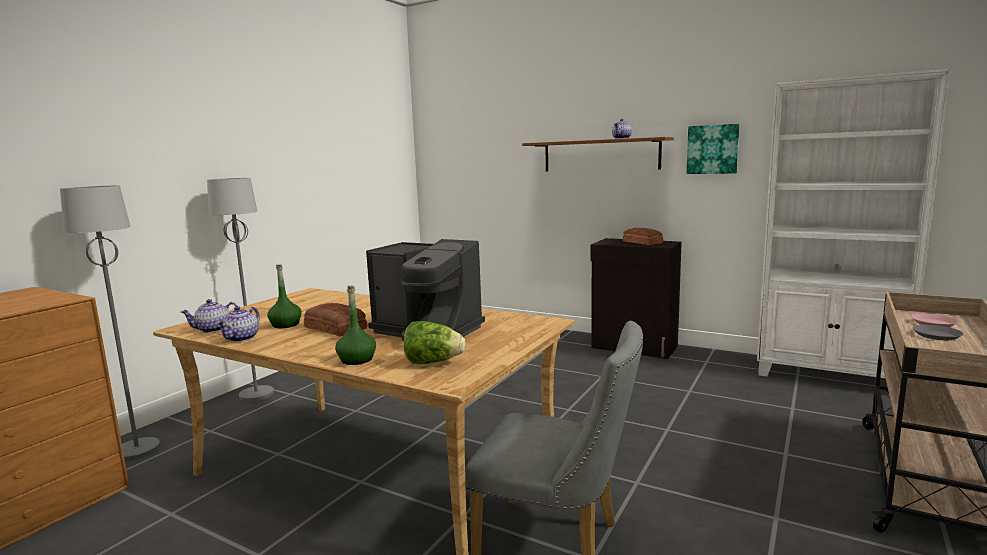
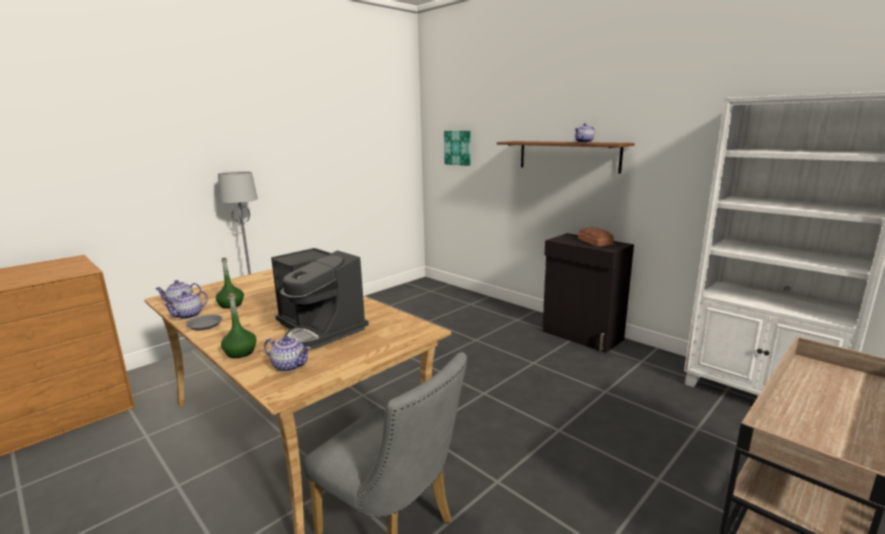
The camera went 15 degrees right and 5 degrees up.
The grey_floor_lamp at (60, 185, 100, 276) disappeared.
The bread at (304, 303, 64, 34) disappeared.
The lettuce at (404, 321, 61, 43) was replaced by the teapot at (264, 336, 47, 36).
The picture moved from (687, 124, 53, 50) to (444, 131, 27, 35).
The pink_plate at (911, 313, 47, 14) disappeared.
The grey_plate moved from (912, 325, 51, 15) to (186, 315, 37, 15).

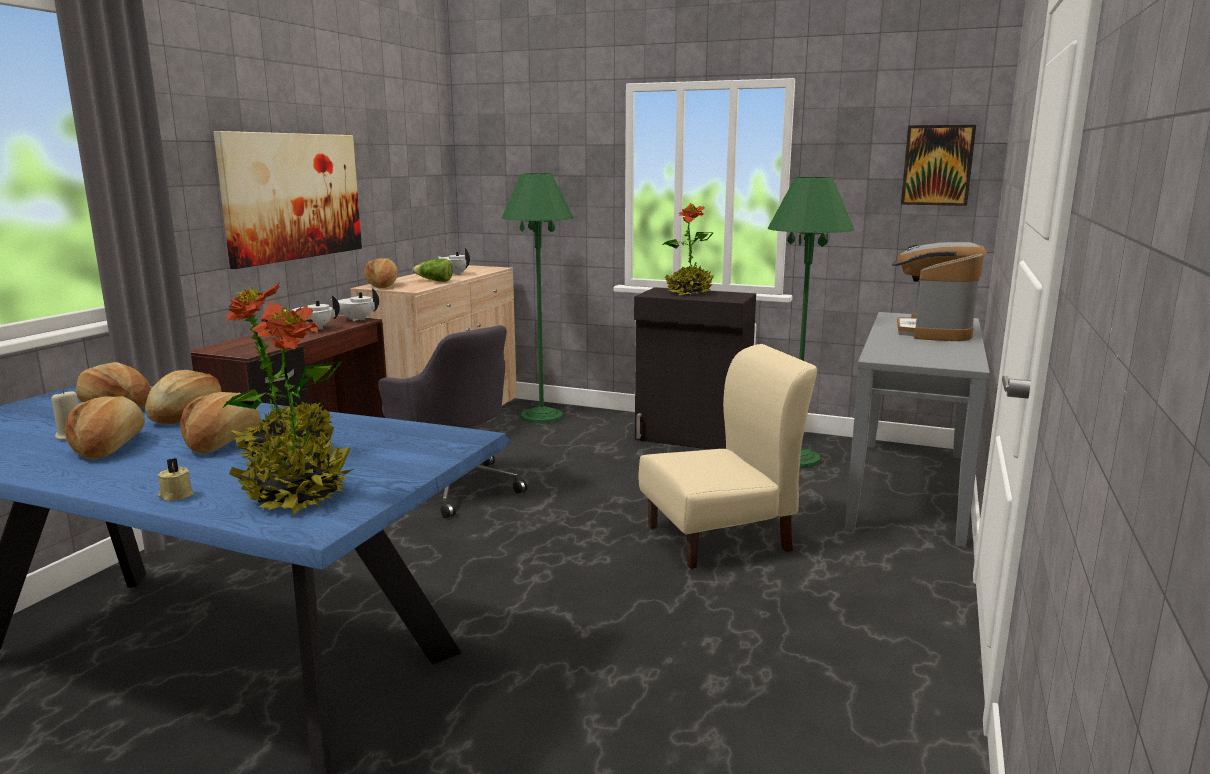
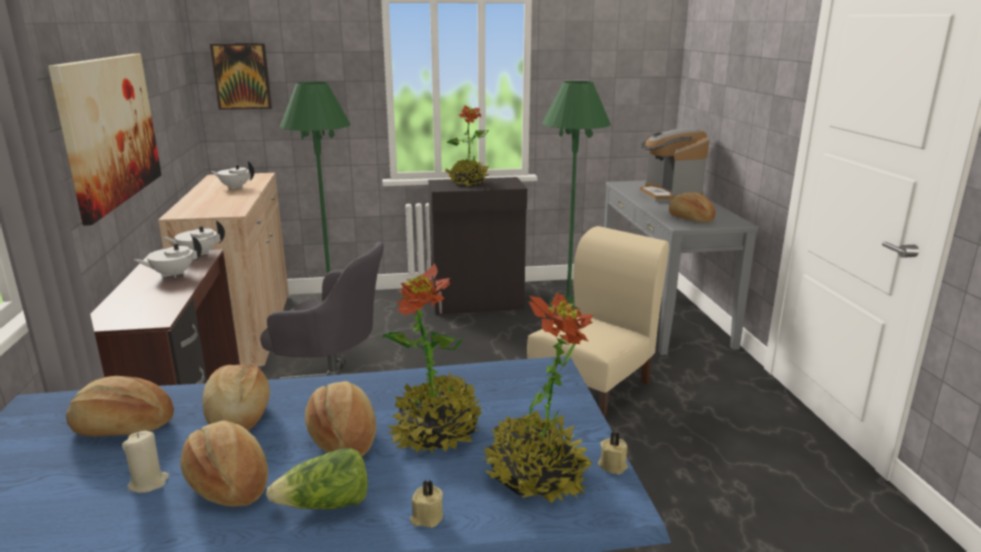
The camera went 30 degrees left and 5 degrees up.
The bread moved from (364, 258, 34, 30) to (669, 192, 46, 30).
The lettuce moved from (413, 258, 39, 24) to (266, 448, 102, 61).
The picture moved from (901, 125, 75, 81) to (210, 43, 62, 67).
The beige_candle at (598, 431, 30, 43) appeared.

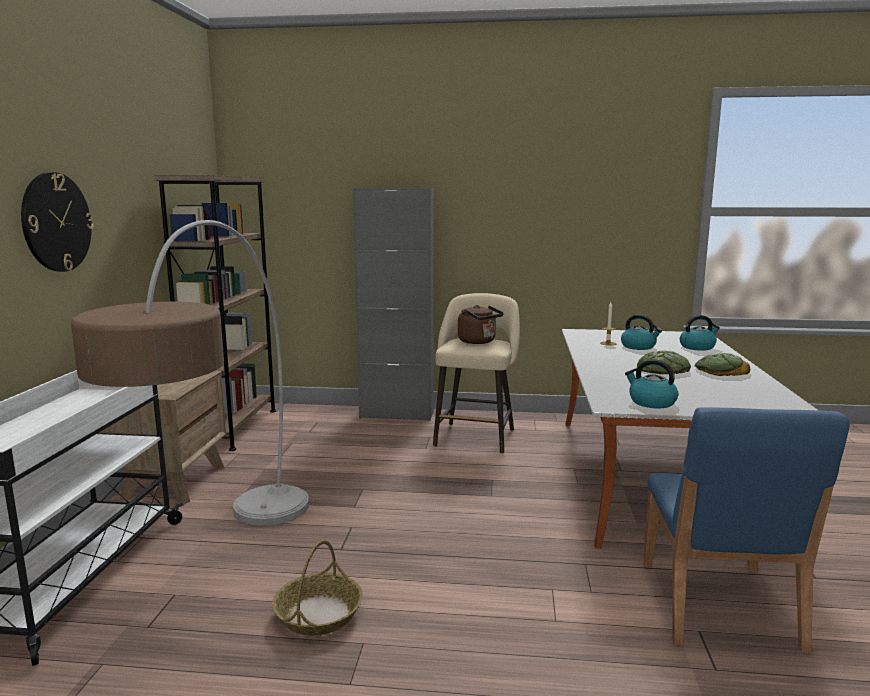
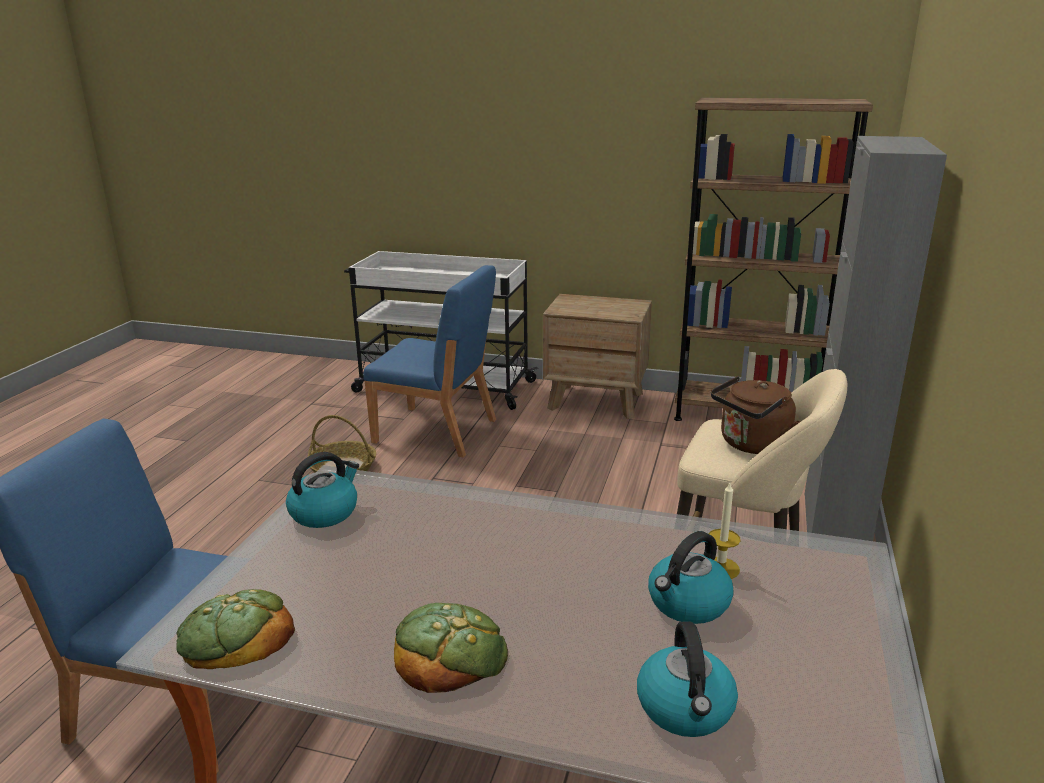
The camera went 100 degrees right and 10 degrees up.
The wall_clock at (21, 172, 73, 100) disappeared.
The floor_lamp at (71, 220, 238, 306) was replaced by the blue_chair at (363, 265, 133, 193).
The bread moved from (637, 350, 54, 24) to (176, 589, 119, 80).

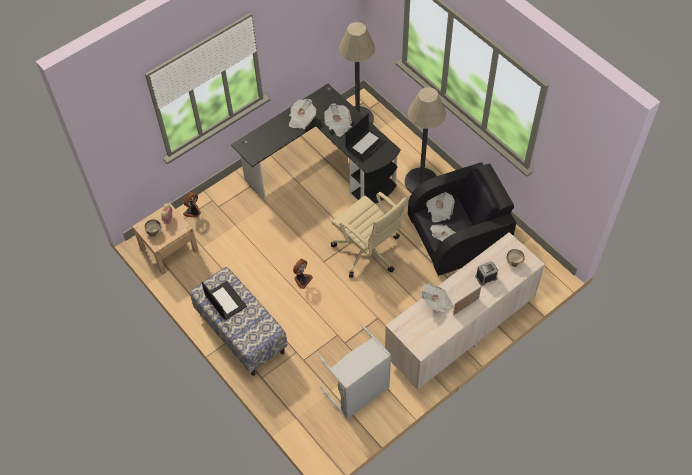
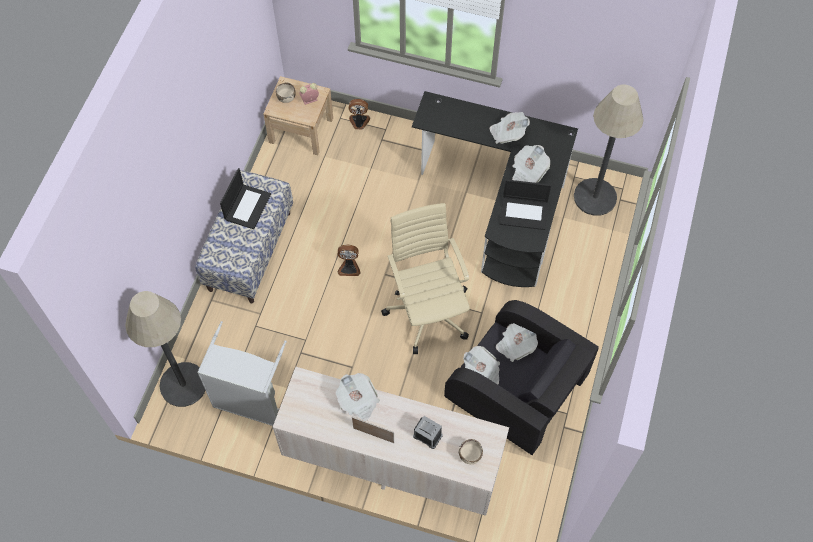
The camera went 55 degrees right and 5 degrees up.
The beige_office_chair at (331, 192, 77, 86) turned 150 degrees clockwise.
The floor_lamp moved from (405, 87, 41, 106) to (125, 291, 81, 116).

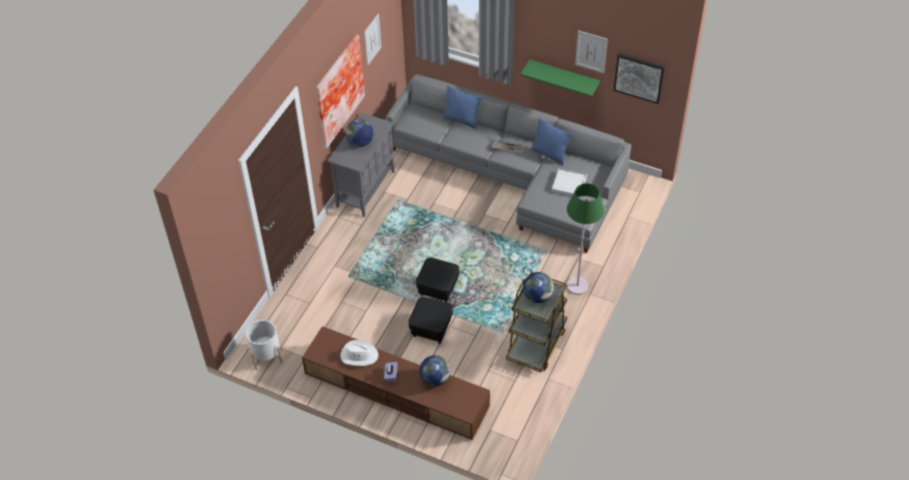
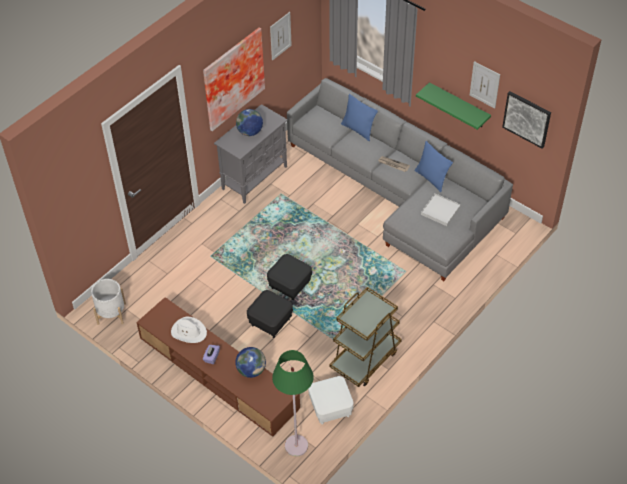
The camera went 15 degrees right and 0 degrees up.
The globe at (523, 272, 31, 31) disappeared.
The green_floor_lamp moved from (567, 183, 37, 112) to (272, 350, 42, 107).
The white_ottoman at (308, 376, 46, 48) appeared.

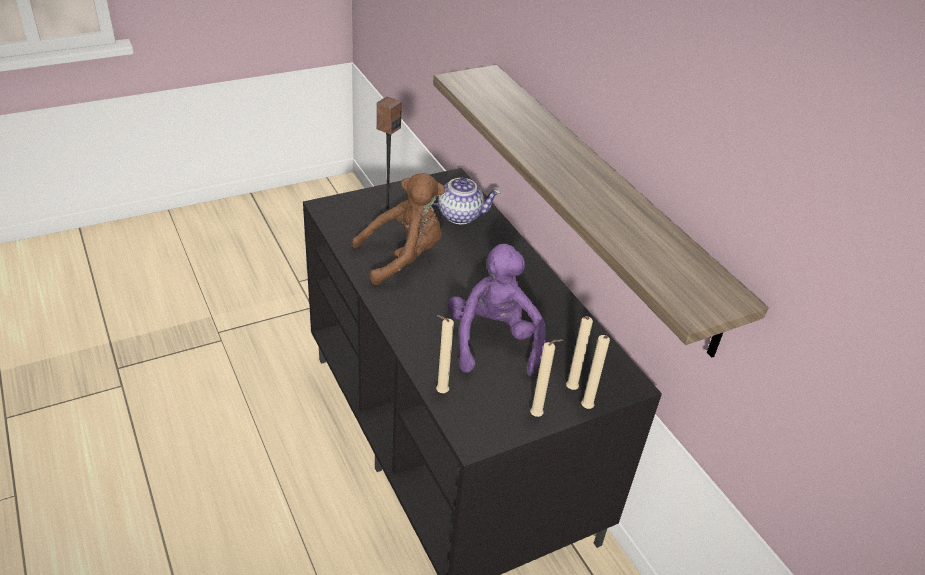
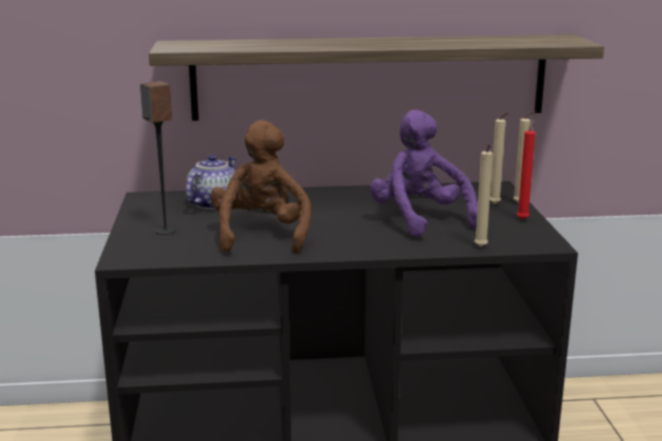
The camera went 65 degrees left and 20 degrees down.
The purple_plush_toy at (448, 244, 98, 132) turned 45 degrees clockwise.
The beige_candle at (530, 339, 33, 78) became the red_candle at (517, 120, 18, 100).

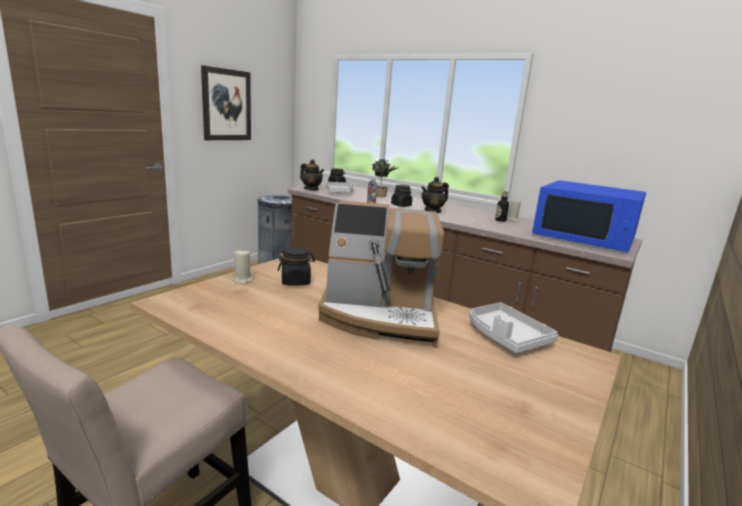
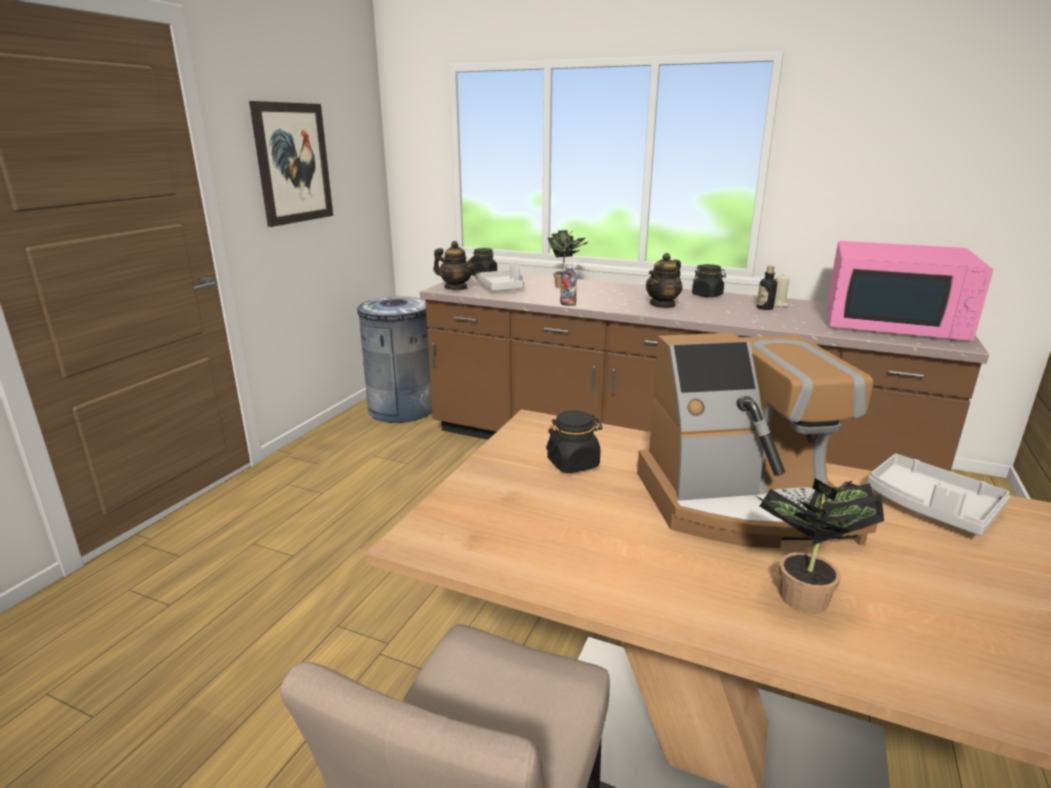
The camera went 10 degrees left and 5 degrees up.
The beige_candle at (233, 249, 20, 35) disappeared.
The black_jar moved from (391, 185, 21, 22) to (692, 264, 34, 33).
The blue_microwave at (532, 180, 114, 72) became the pink_microwave at (828, 241, 165, 100).
The potted_plant at (754, 478, 130, 136) appeared.

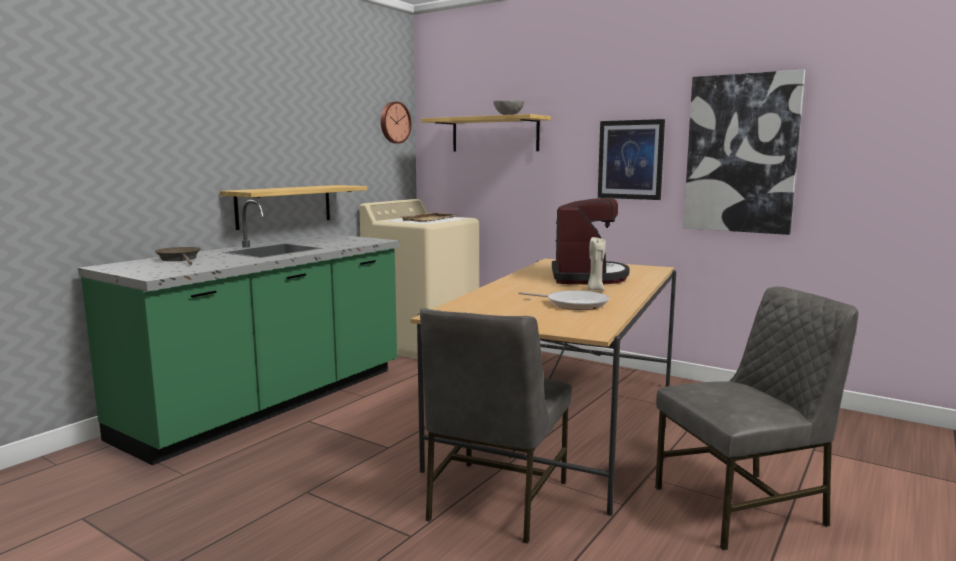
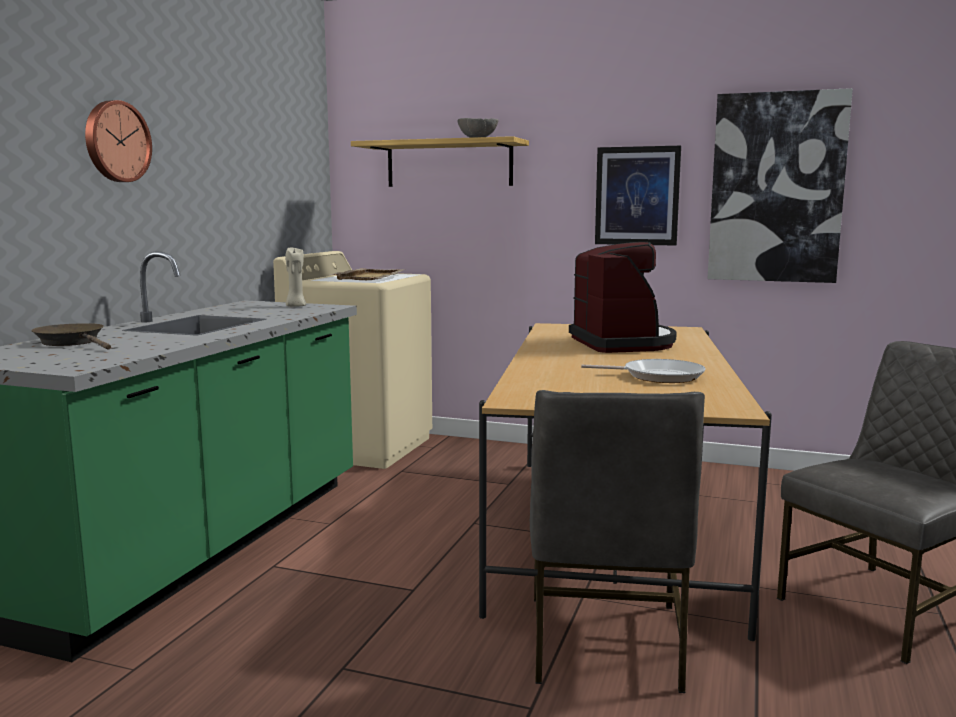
The camera went 15 degrees left and 0 degrees up.
The shelf at (220, 185, 147, 45) disappeared.
The wall_clock moved from (381, 102, 31, 42) to (85, 100, 67, 82).
The beige_candle moved from (587, 237, 19, 54) to (285, 248, 21, 59).

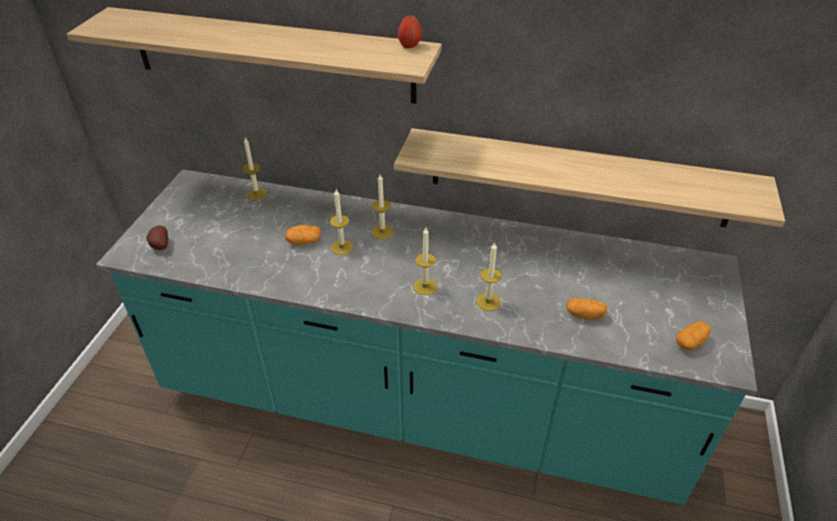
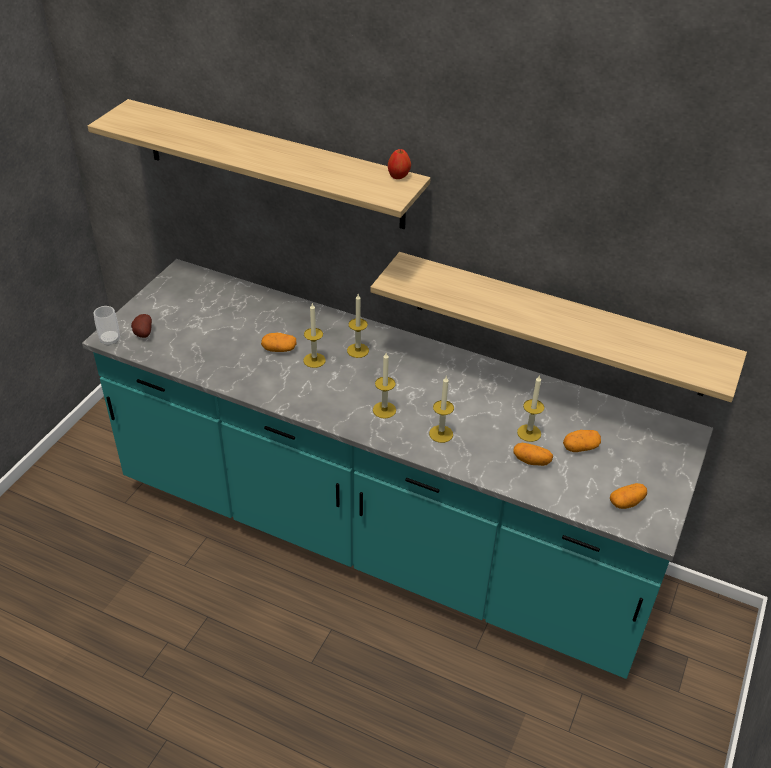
The camera went 10 degrees right and 0 degrees up.
The candle moved from (242, 138, 25, 62) to (517, 376, 27, 66).
The cup at (94, 306, 26, 40) appeared.
The potato at (563, 430, 38, 22) appeared.

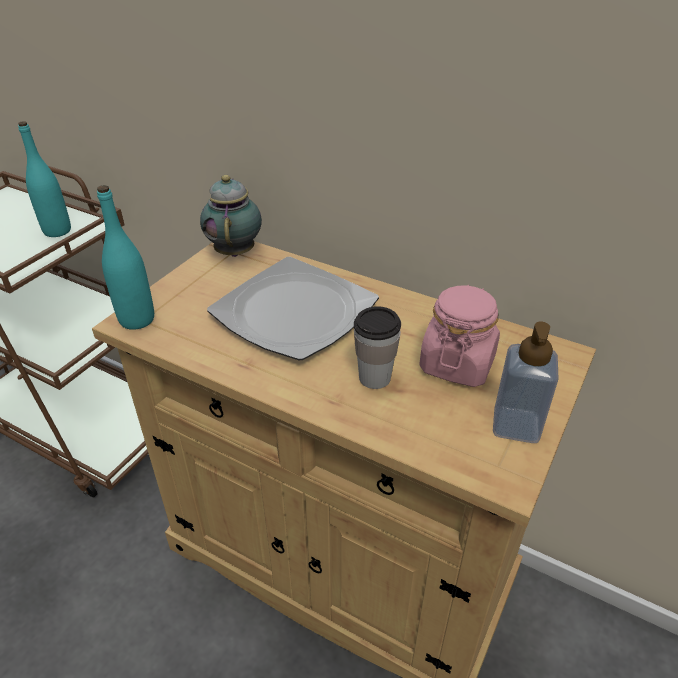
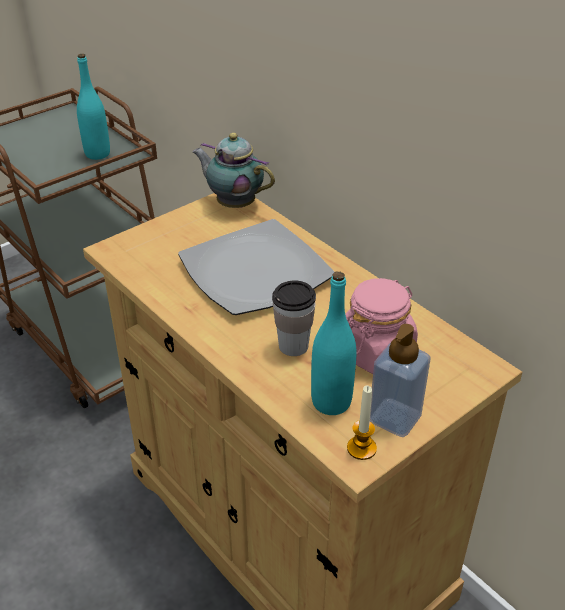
The camera went 20 degrees right and 0 degrees up.
The turquoise_bottle moved from (97, 185, 57, 145) to (311, 272, 45, 143).
The teapot at (200, 175, 62, 82) turned 75 degrees counterclockwise.
The candle at (347, 386, 30, 74) appeared.

